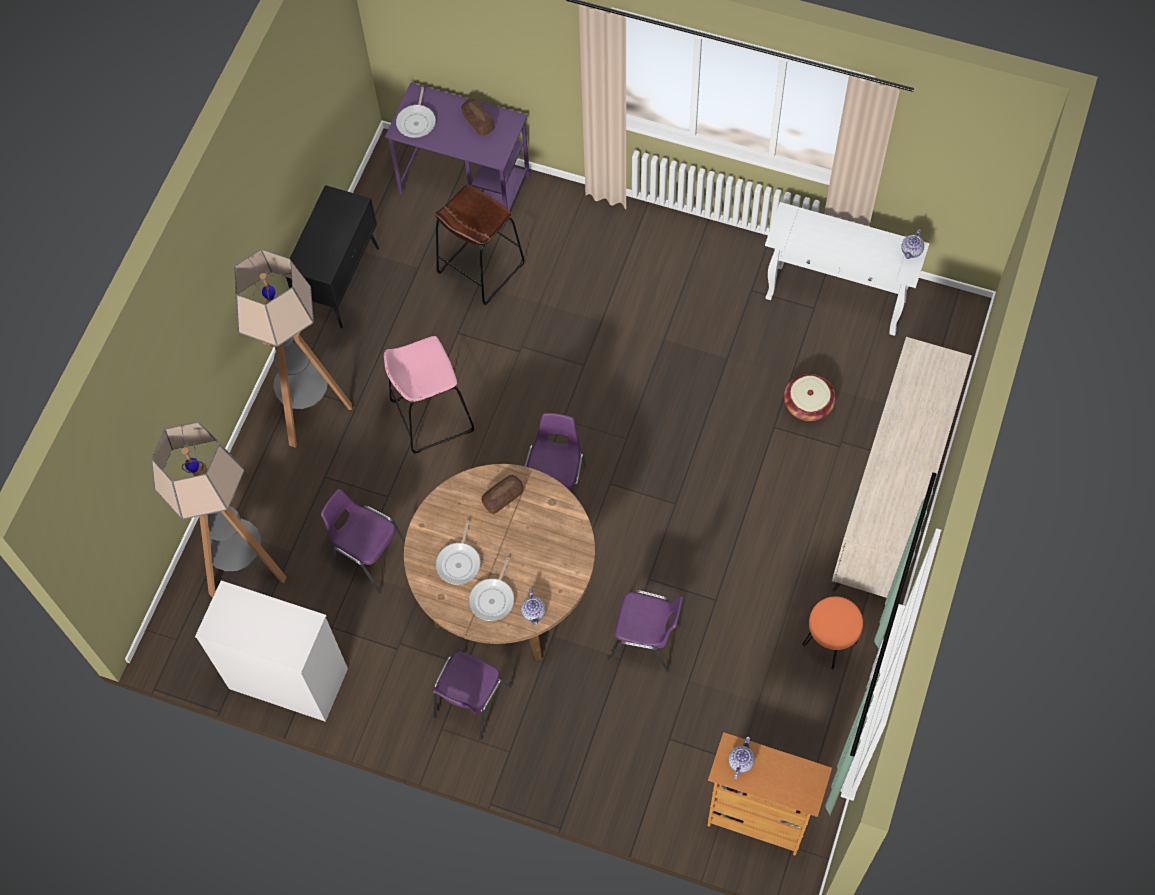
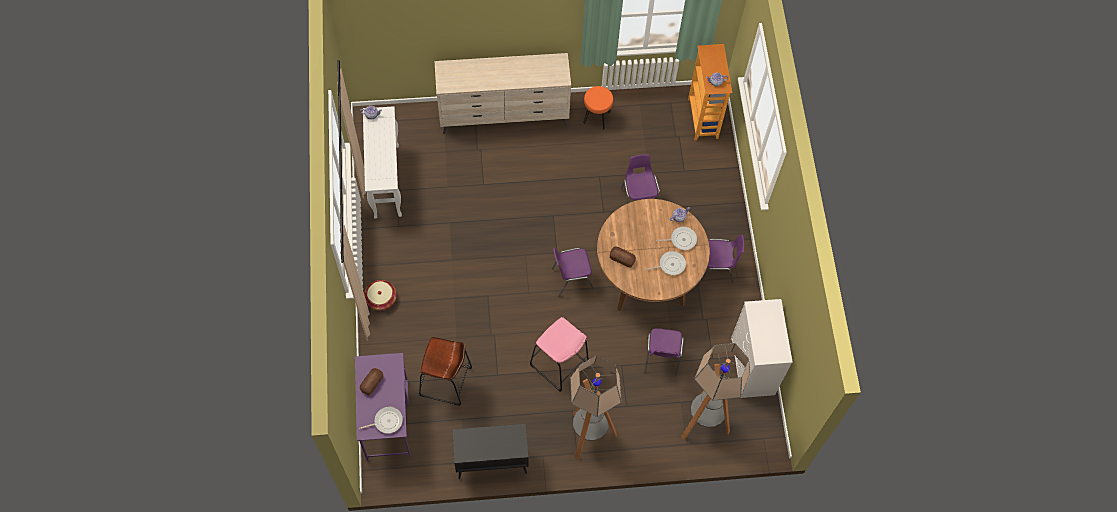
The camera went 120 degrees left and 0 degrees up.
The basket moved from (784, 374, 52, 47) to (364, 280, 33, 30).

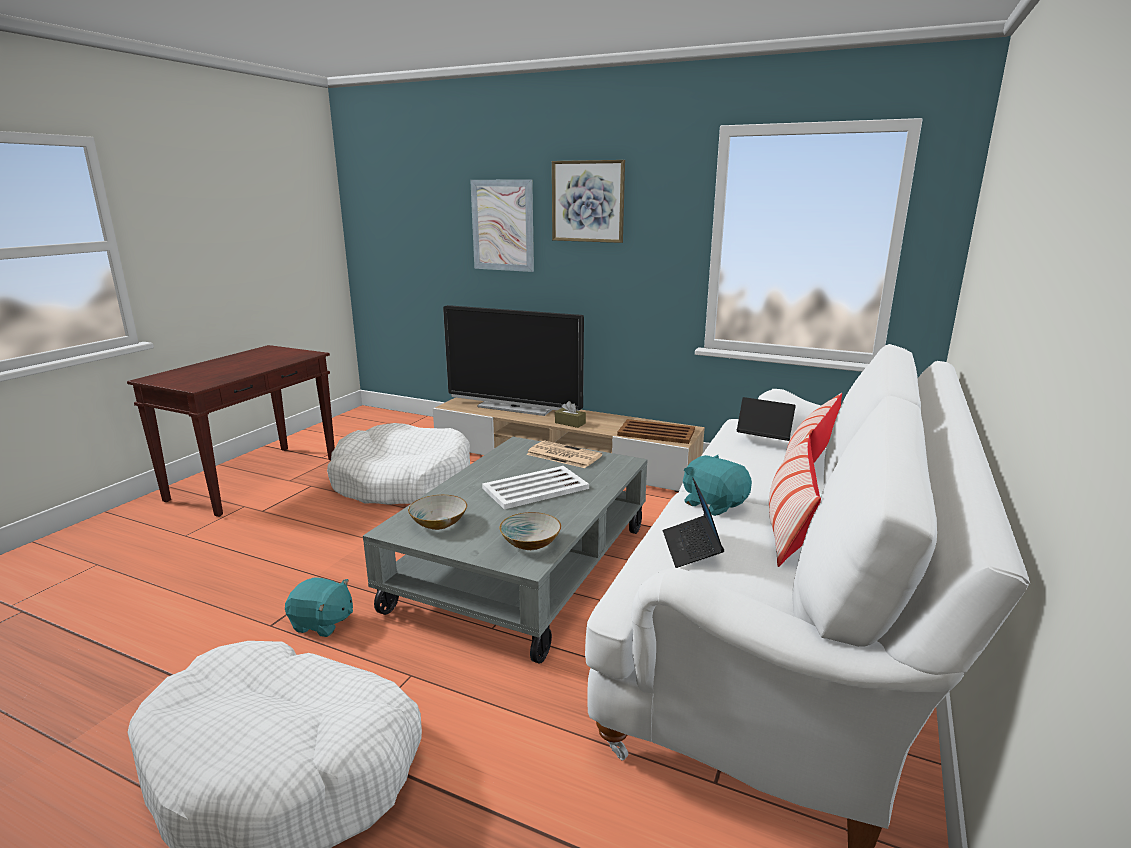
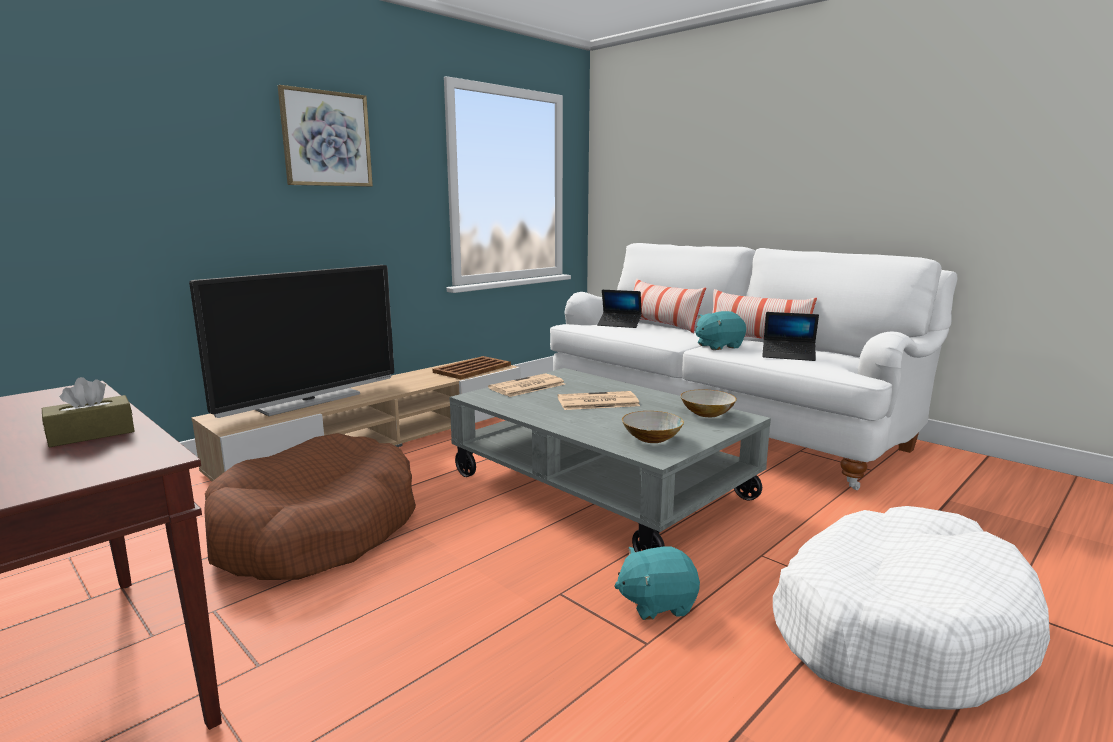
The camera went 70 degrees left and 5 degrees down.
The turquoise_plush_toy at (285, 577, 68, 60) turned 135 degrees counterclockwise.
The white_dog_bed at (327, 423, 143, 82) became the brown_dog_bed at (204, 433, 212, 147).
The picture at (470, 179, 64, 93) disappeared.
The white_tray at (482, 466, 107, 43) was replaced by the newspaper at (558, 391, 82, 19).
The brown_tissue_box moved from (555, 401, 31, 27) to (42, 377, 93, 70).
The laptop at (737, 397, 59, 44) turned 120 degrees counterclockwise.

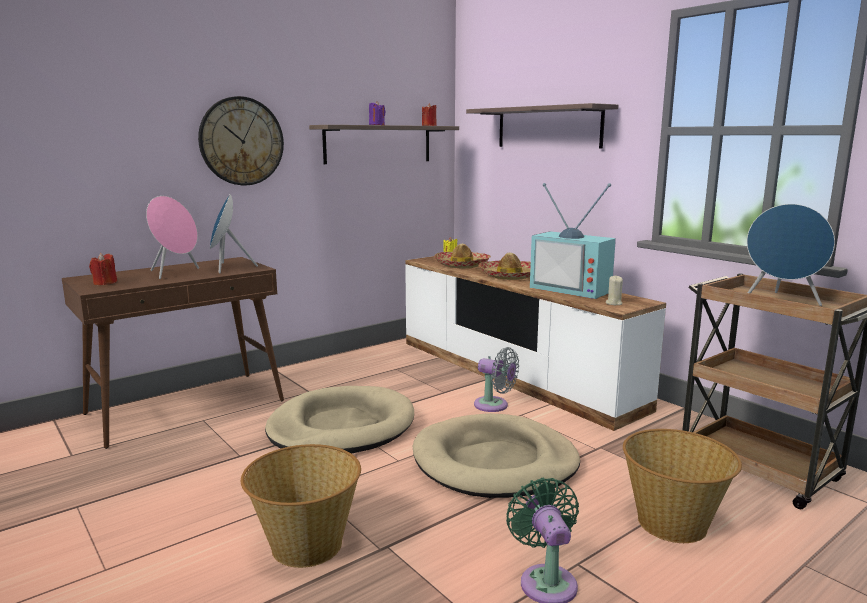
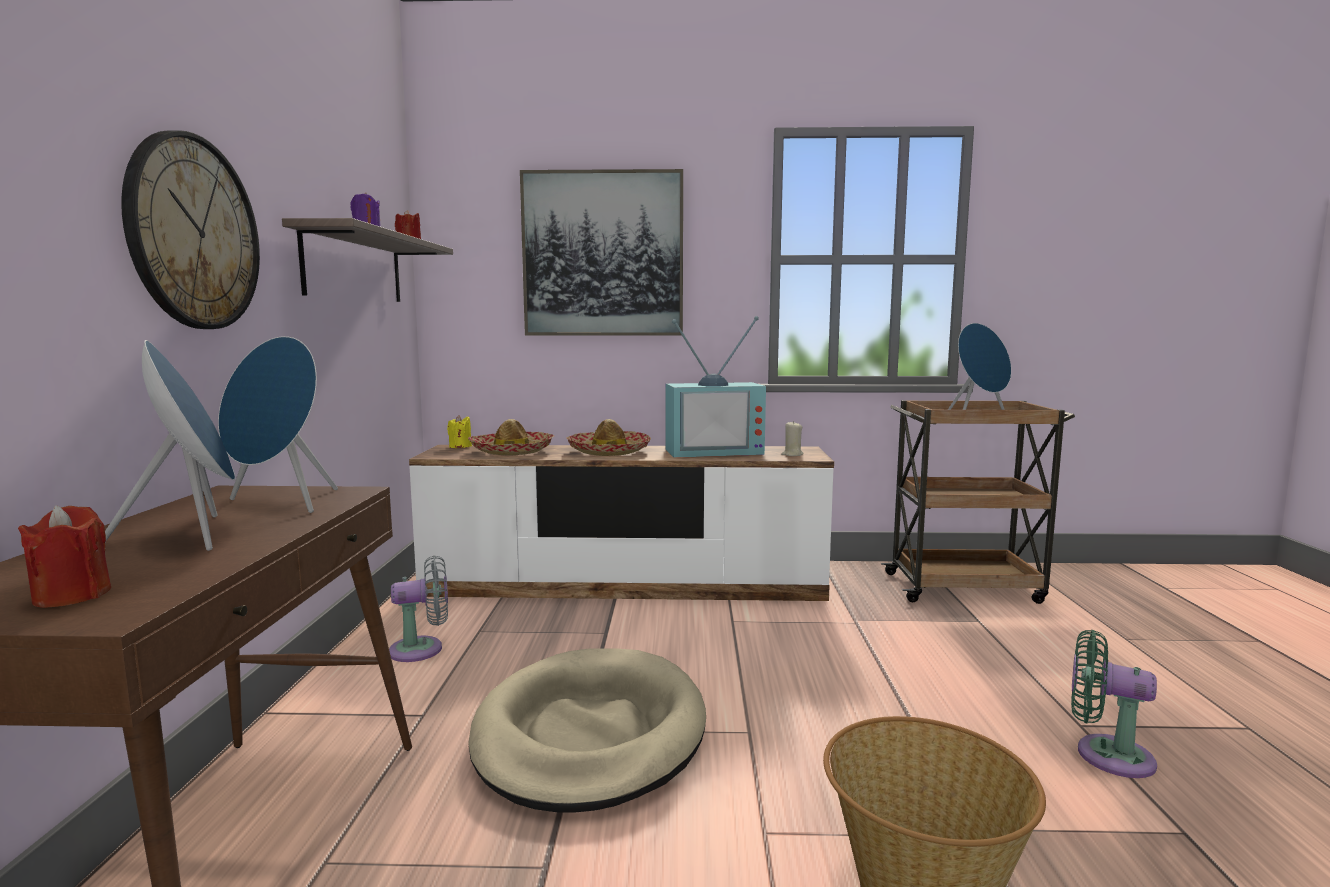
The camera went 50 degrees left and 5 degrees down.
The pink_speaker at (146, 196, 53, 83) became the blue_speaker at (105, 340, 130, 211).
The beige_dog_bed at (413, 413, 167, 85) disappeared.
The shelf at (466, 103, 153, 46) was replaced by the picture at (520, 169, 163, 166).
The grey_fan moved from (474, 347, 45, 65) to (389, 555, 59, 107).
The basket at (623, 429, 119, 114) disappeared.

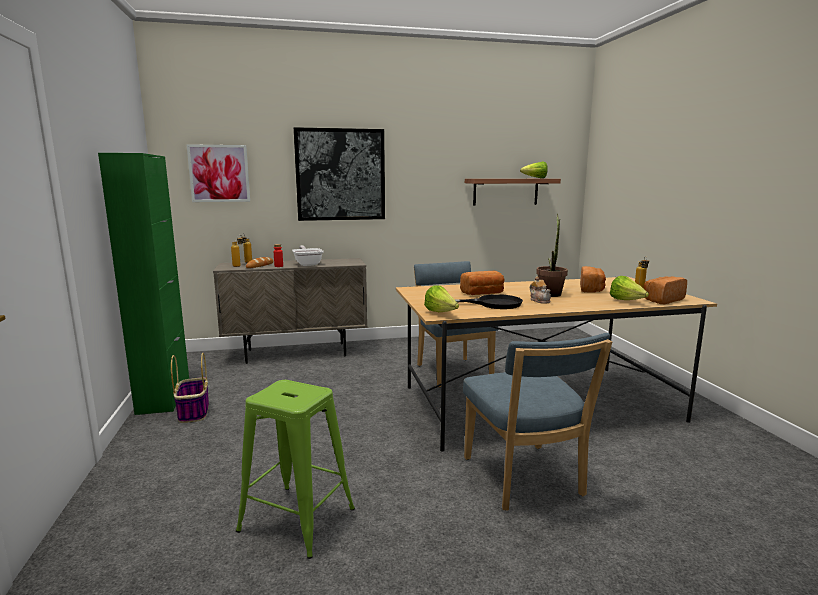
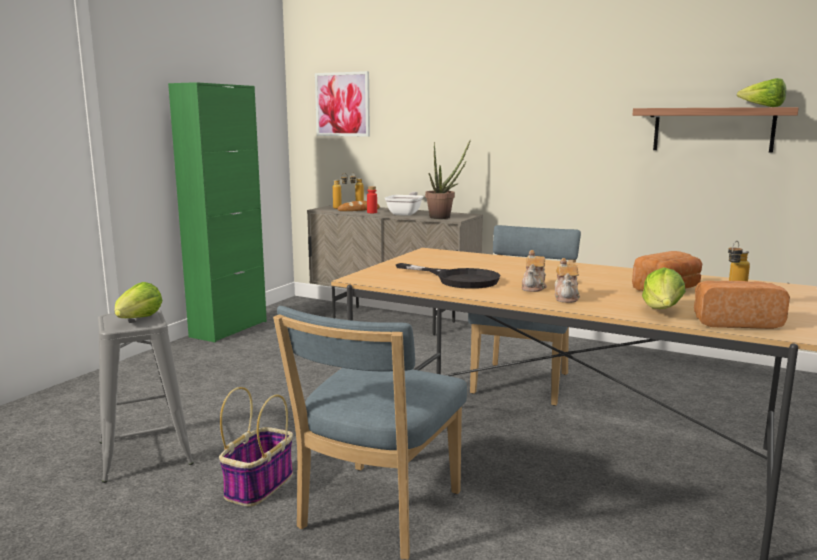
The camera went 40 degrees right and 0 degrees up.
The basket moved from (171, 353, 38, 70) to (219, 387, 74, 119).
The green_stool at (236, 380, 119, 179) became the grey_stool at (98, 309, 96, 174).
The picture at (294, 127, 91, 94) disappeared.
The lettuce moved from (424, 285, 35, 27) to (115, 282, 48, 36).
The bread at (460, 271, 45, 24) disappeared.
The potted_plant moved from (536, 214, 32, 83) to (425, 139, 46, 80).
The teapot at (555, 258, 25, 45) appeared.

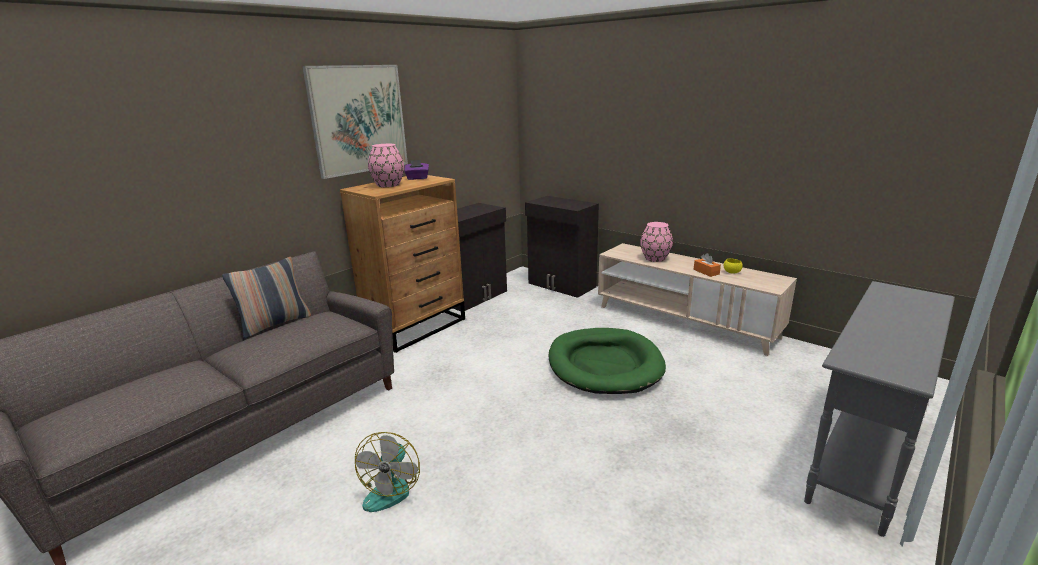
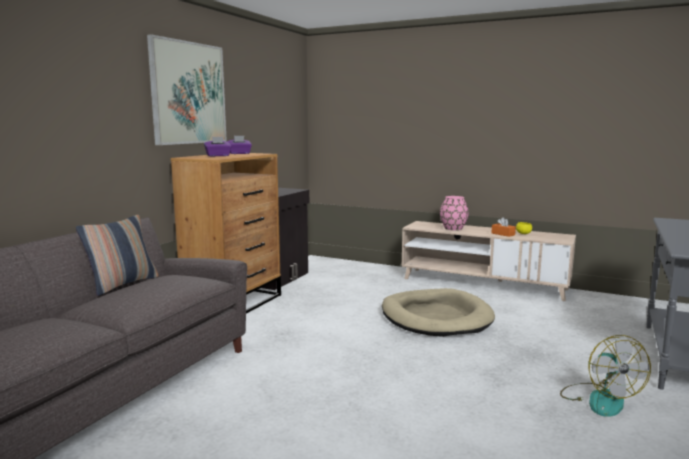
The camera went 15 degrees left and 10 degrees down.
The fan moved from (355, 432, 65, 80) to (560, 335, 91, 82).
The pink_vase at (368, 144, 36, 43) was replaced by the purple_tissue_box at (204, 137, 27, 19).
The black_cabinet at (525, 196, 74, 102) disappeared.
The green_dog_bed at (549, 328, 117, 66) became the beige_dog_bed at (382, 288, 113, 49).

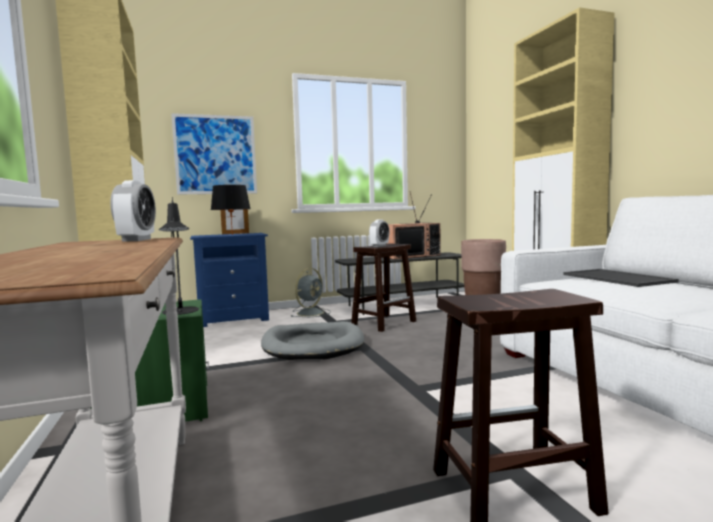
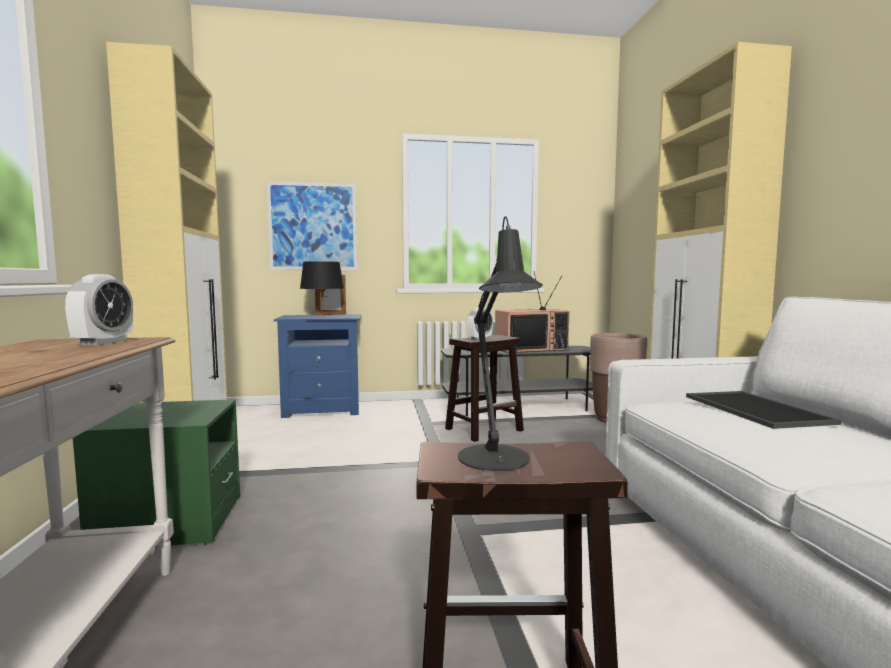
The camera went 10 degrees right and 0 degrees up.
The black_table_lamp moved from (159, 197, 40, 118) to (458, 216, 85, 255).
The grey_dog_bed at (261, 321, 103, 39) disappeared.
The grey_fan at (291, 268, 40, 49) disappeared.

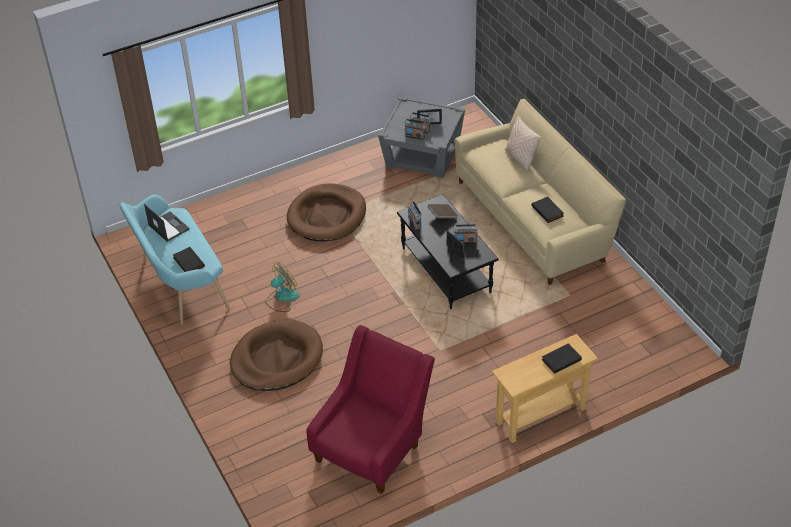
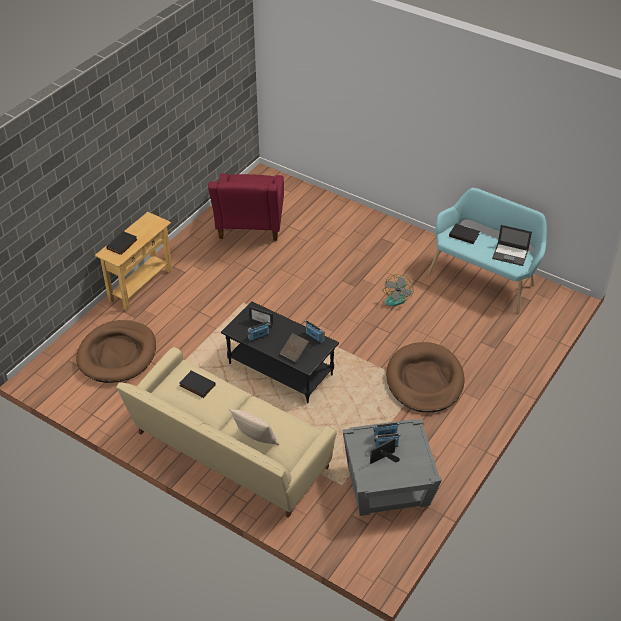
The camera went 150 degrees right and 0 degrees up.
The brown_dog_bed moved from (230, 319, 93, 72) to (76, 320, 80, 63).

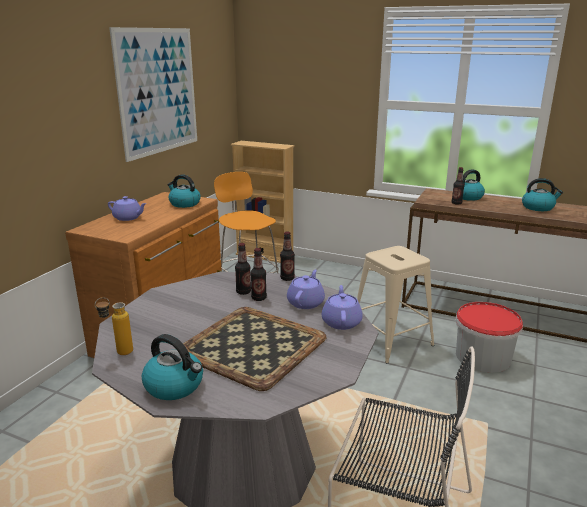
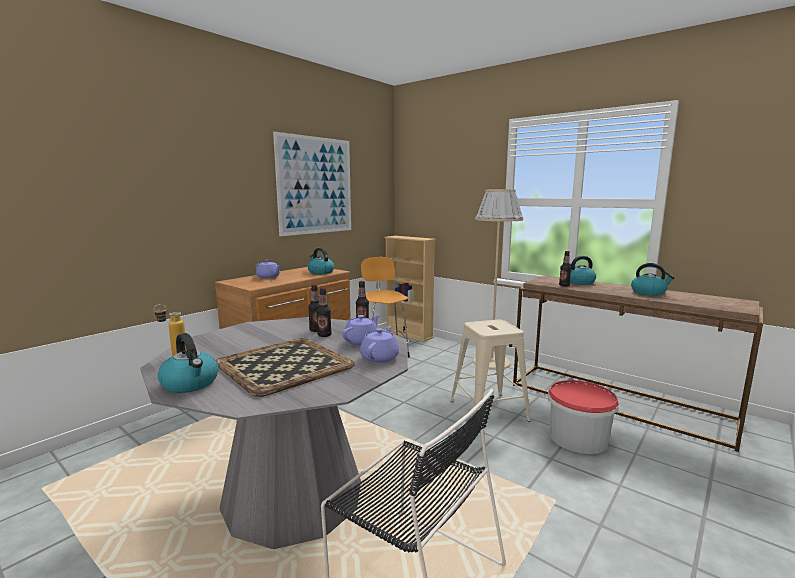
The camera went 15 degrees right and 10 degrees down.
The beige_floor_lamp at (473, 189, 50, 181) appeared.

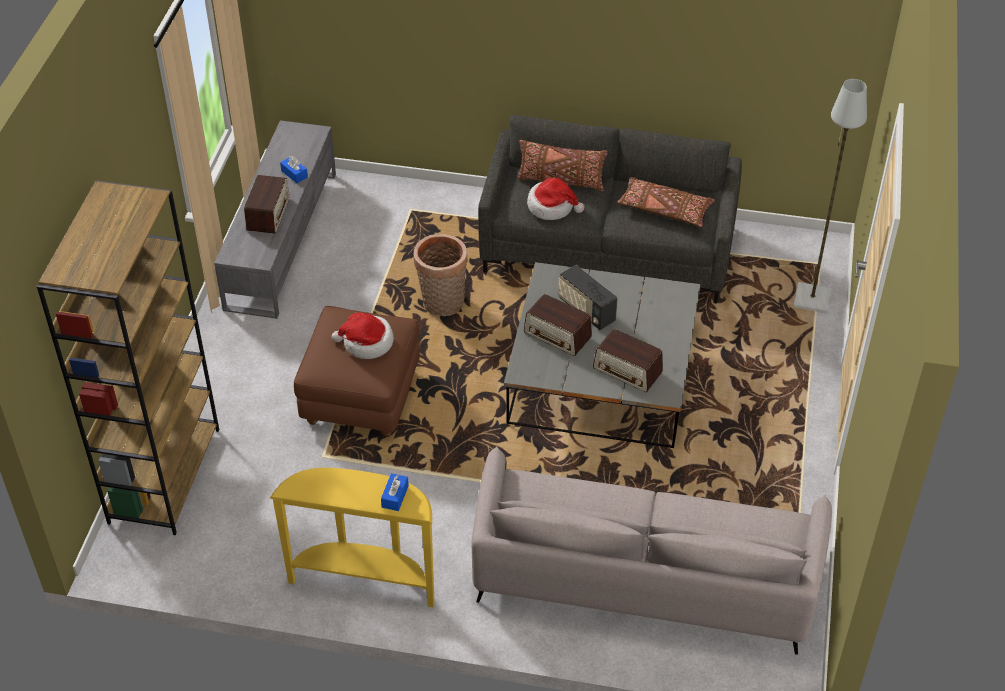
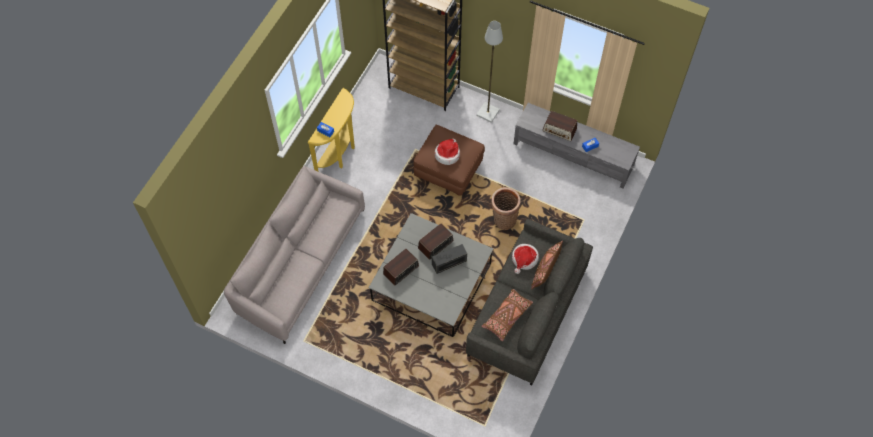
The camera went 105 degrees right and 15 degrees up.
The grey_floor_lamp moved from (793, 79, 74, 235) to (476, 21, 27, 102).

